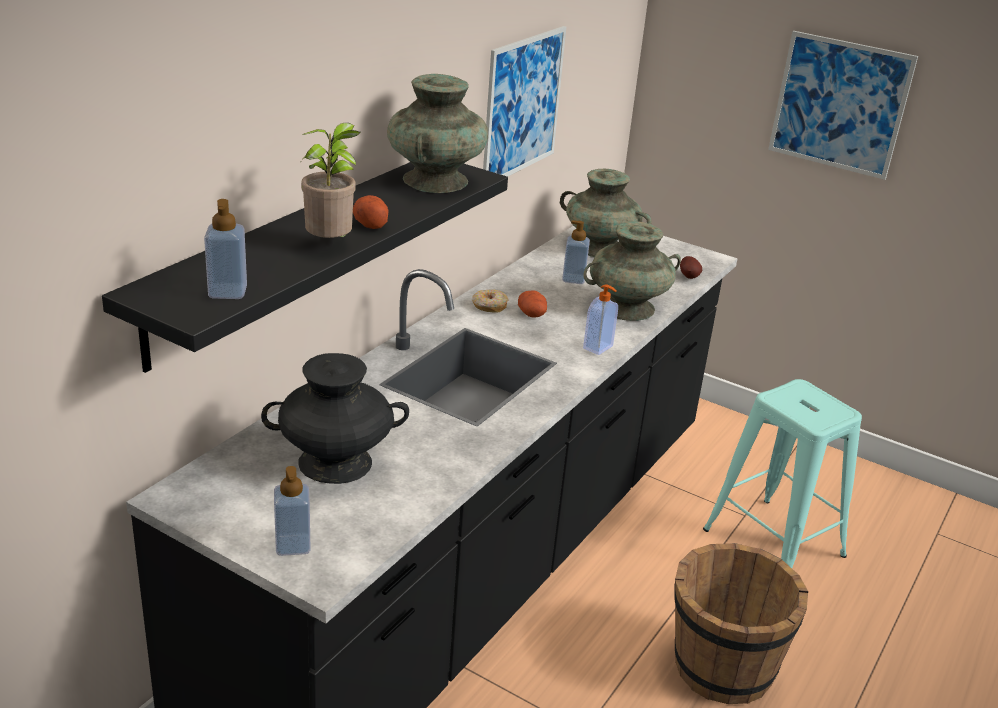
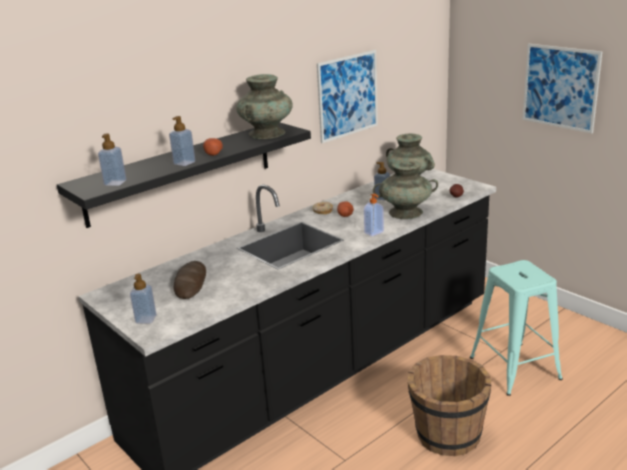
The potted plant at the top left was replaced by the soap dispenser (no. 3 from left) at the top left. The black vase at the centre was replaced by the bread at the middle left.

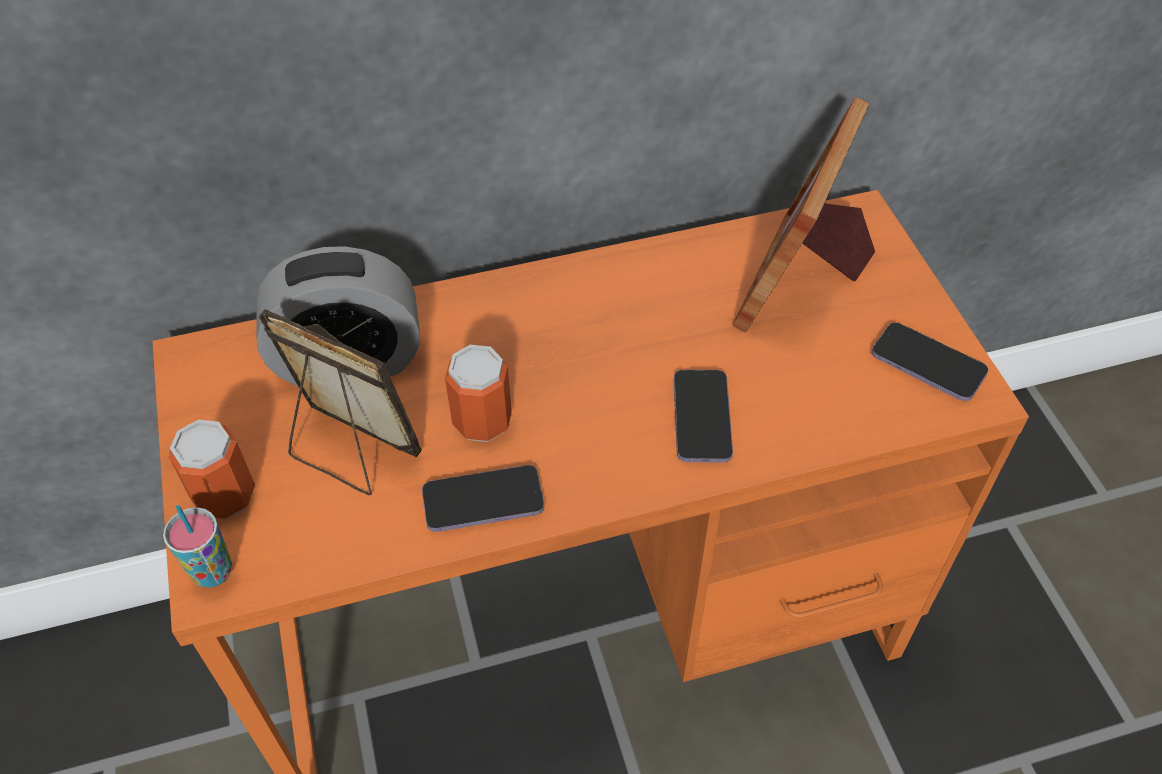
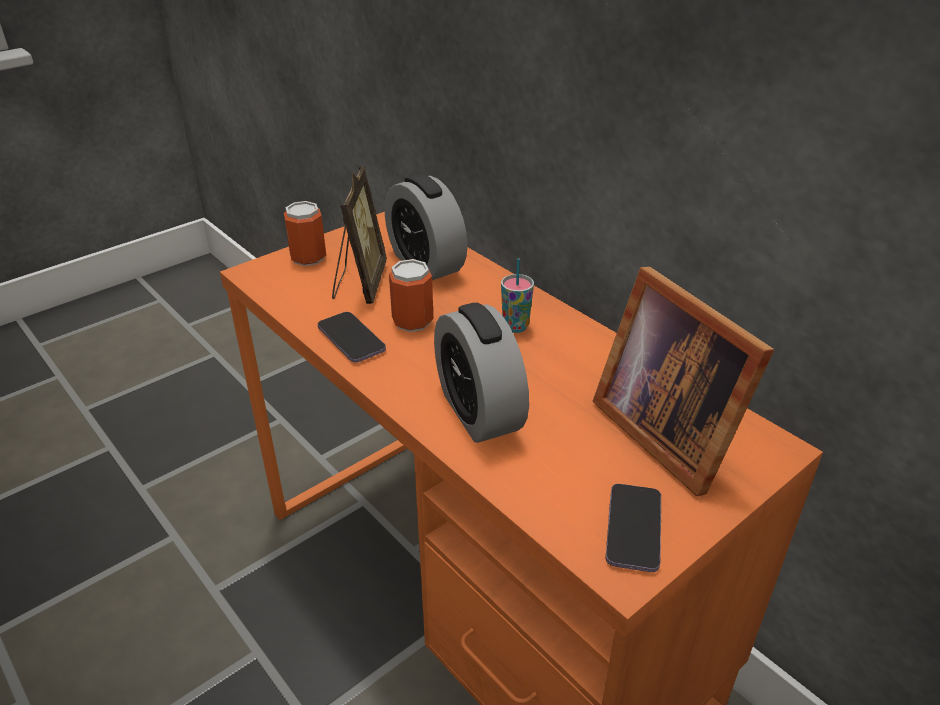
The picture frame (no. 2 from left) at the top right turned 120 degrees counterclockwise. The phone (no. 2 from left) at the centre was replaced by the alarm clock (no. 2 from left) at the centre. The cup moved from the bottom left to the centre.

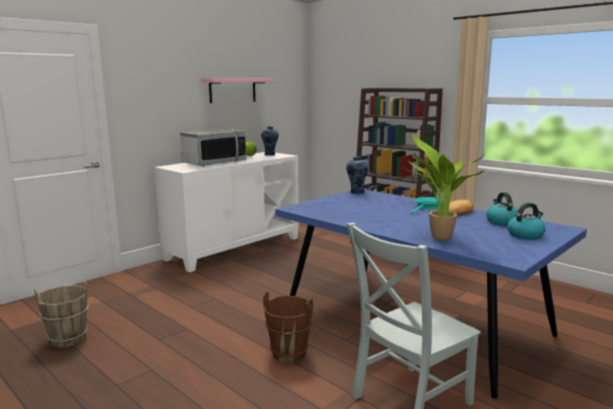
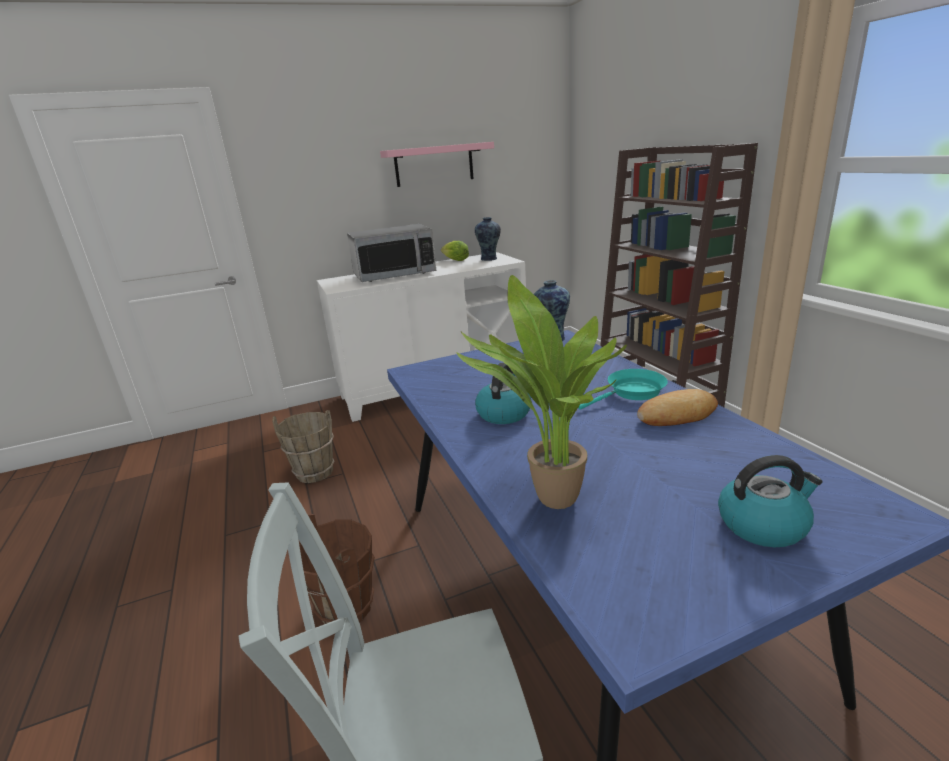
The kettle (no. 1 from left) moved from the middle right to the centre. The brown bucket (no. 1 from left) moved from the bottom left to the middle left.

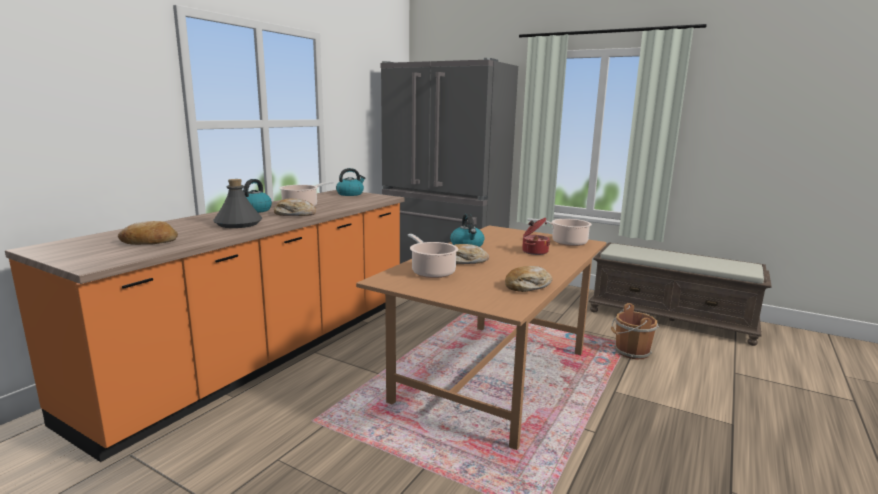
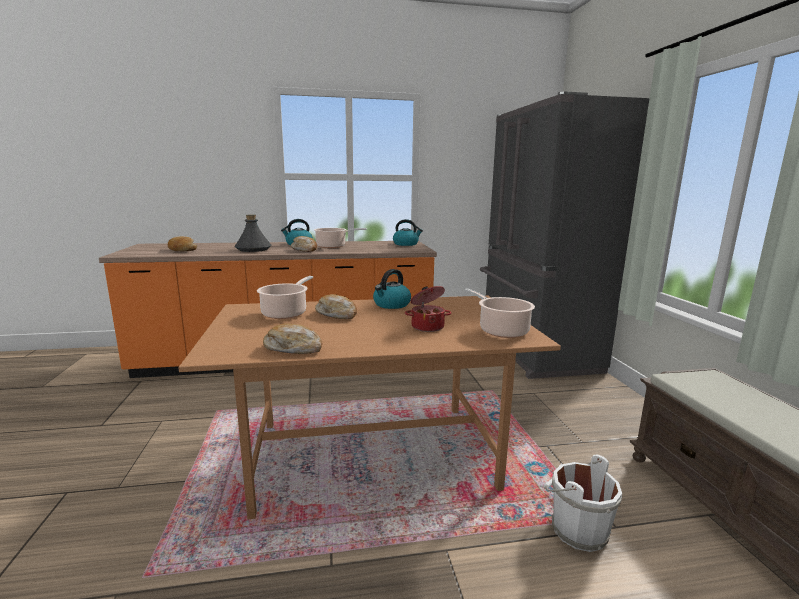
The brown bucket at the bottom right became the white bucket at the bottom right.

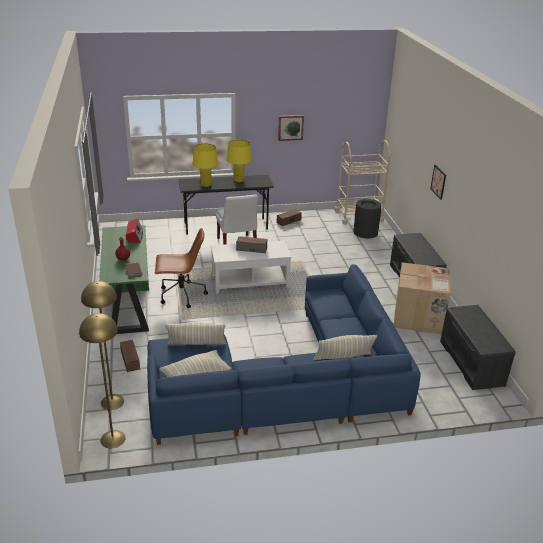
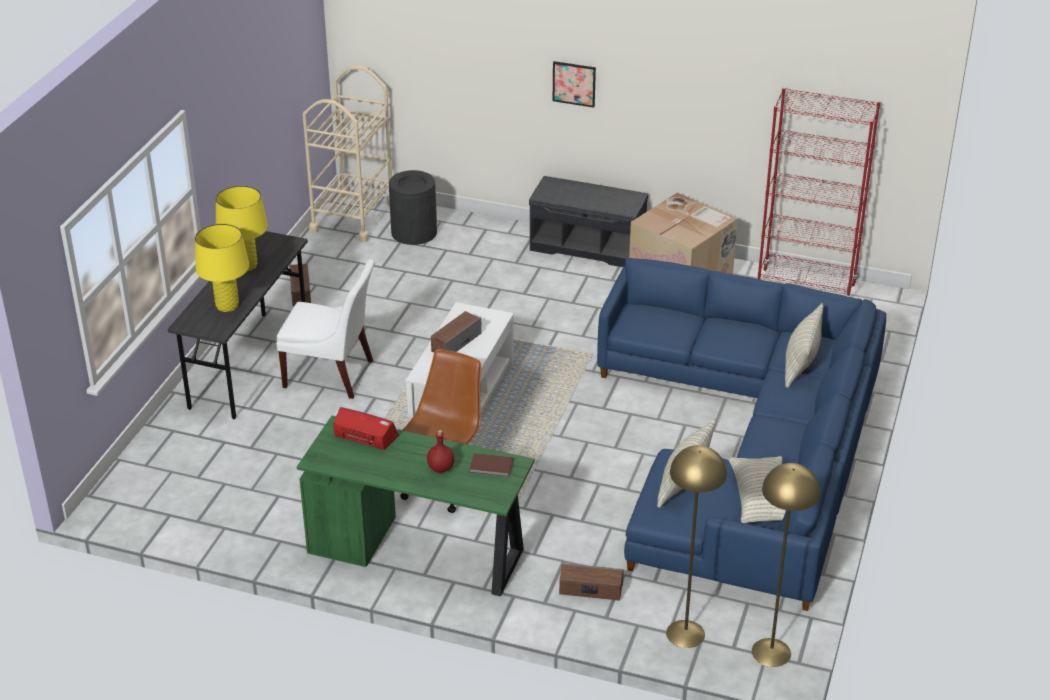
The picture (no. 1 from left) at the top centre disappeared. The grey bench (no. 2 from left) at the middle right was replaced by the red bookcase at the top right.

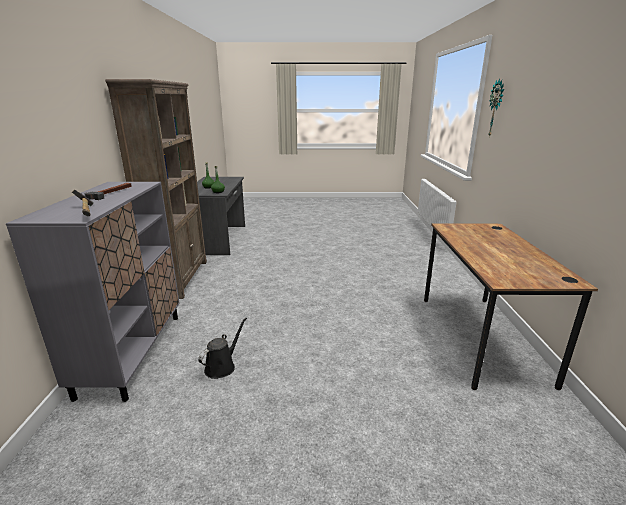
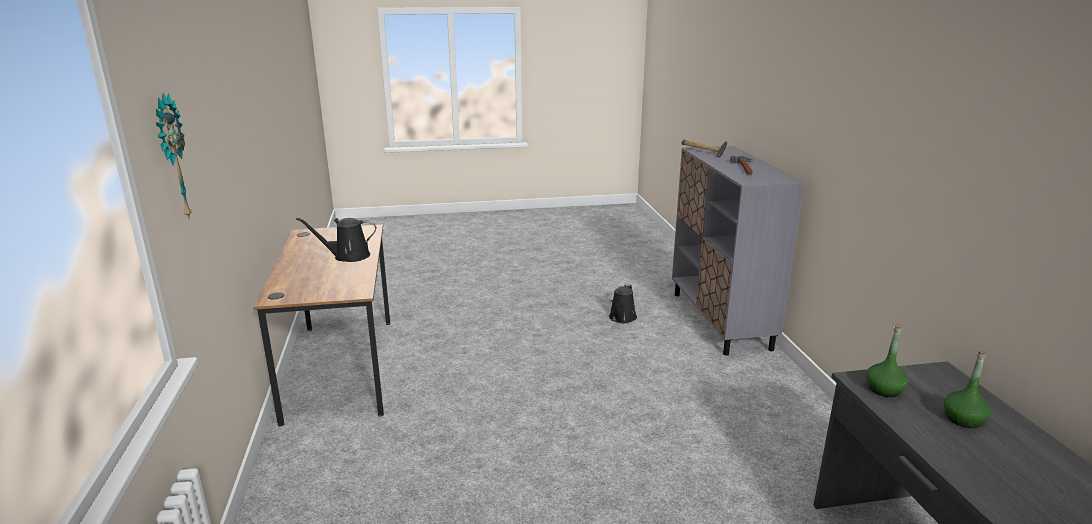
The brown bookcase at the middle left disappeared. The black watering can (no. 1 from left) at the middle left appeared.

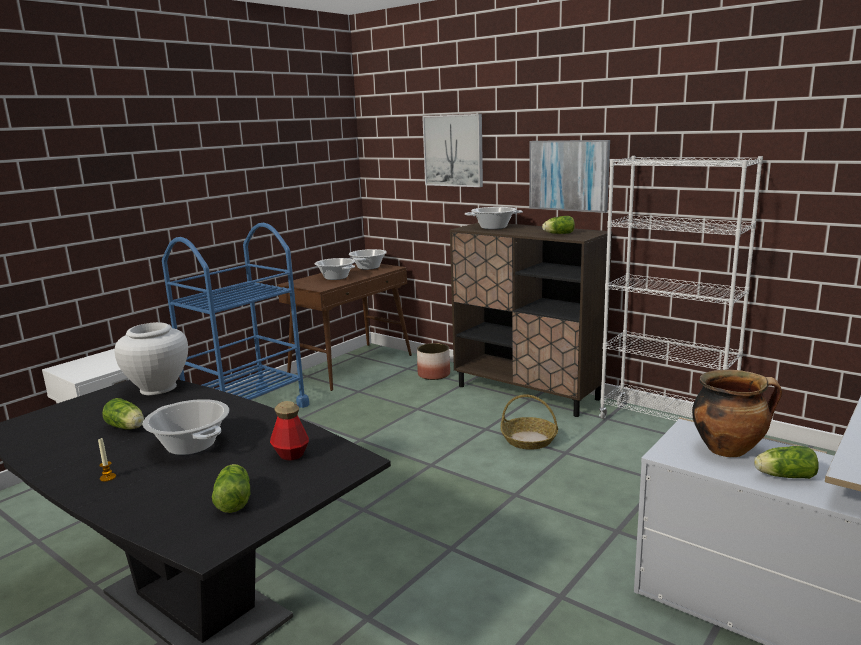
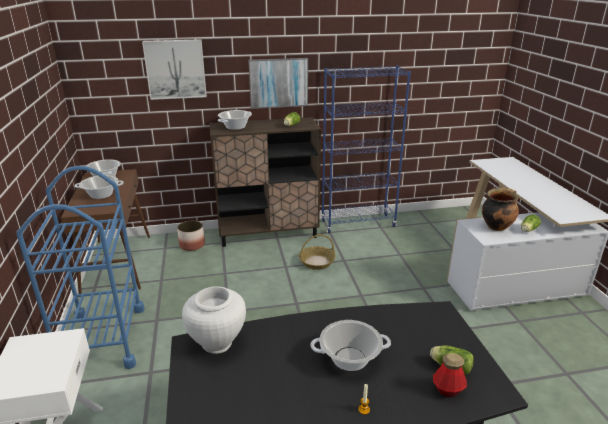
The white bookcase at the middle right became the blue bookcase at the centre. The lettuce (no. 1 from left) at the middle left disappeared. The bottle moved from the bottom centre to the bottom right.

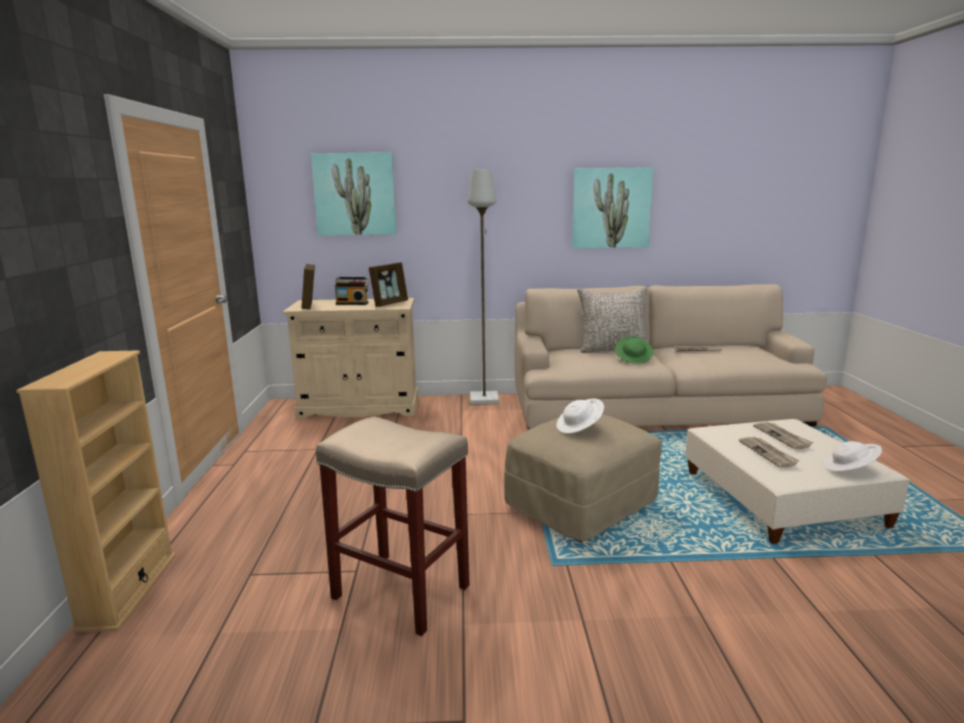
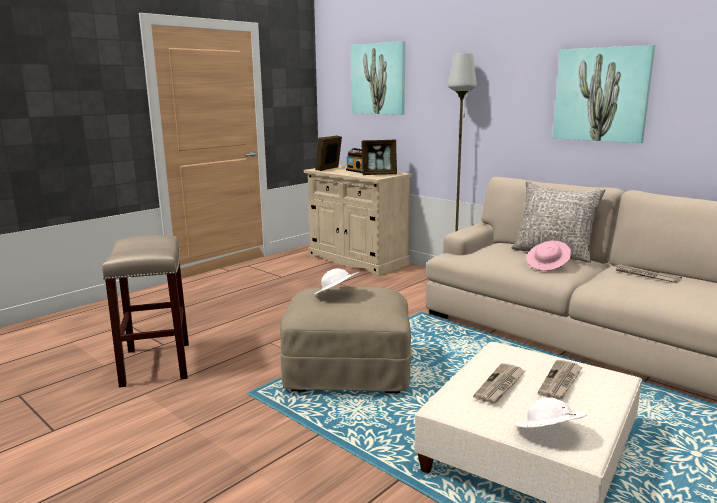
The green hat at the centre became the pink hat at the middle right. The beige bookcase at the bottom left disappeared.

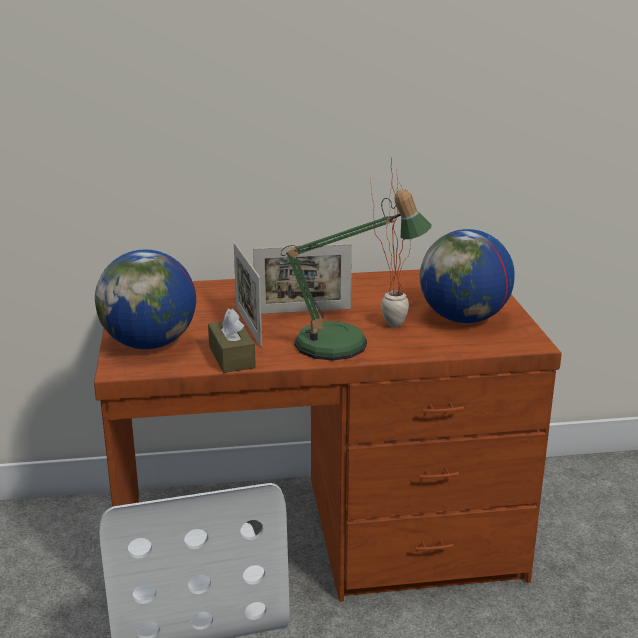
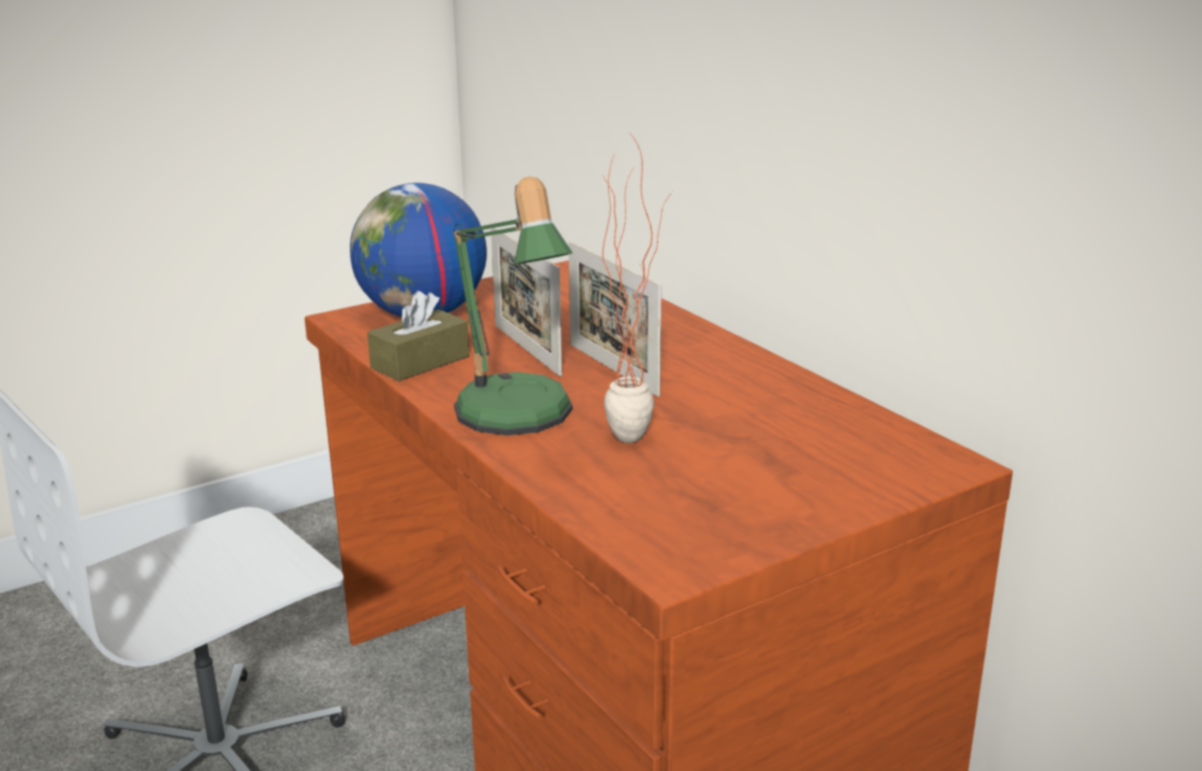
The globe (no. 2 from left) at the middle right disappeared. The picture frame (no. 1 from left) at the centre turned 75 degrees counterclockwise.

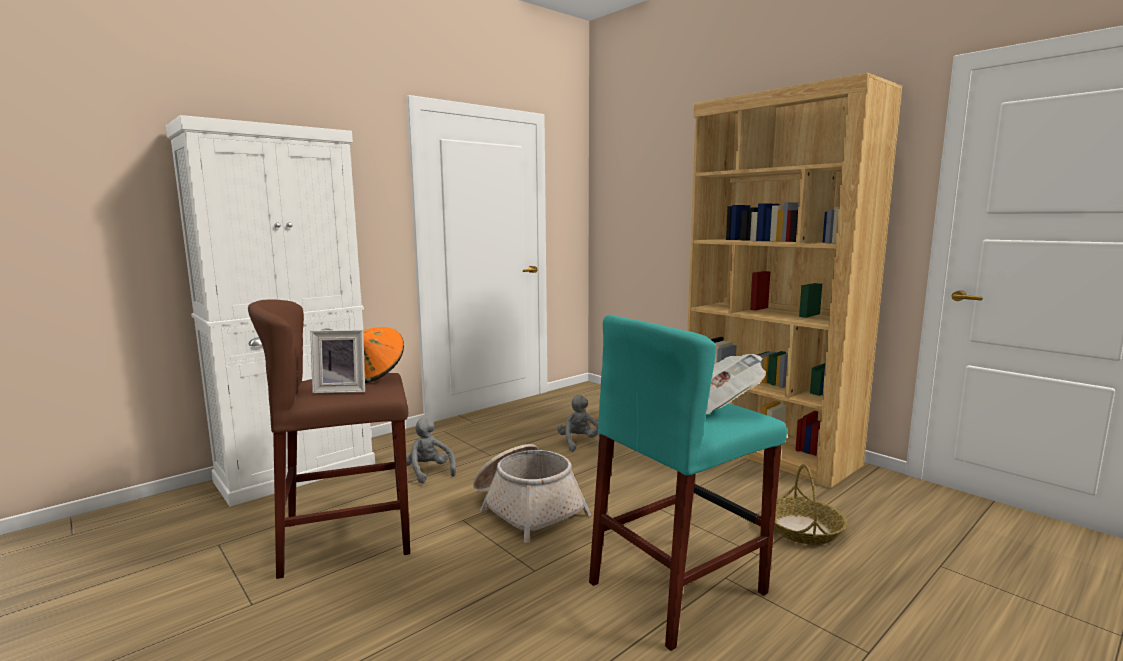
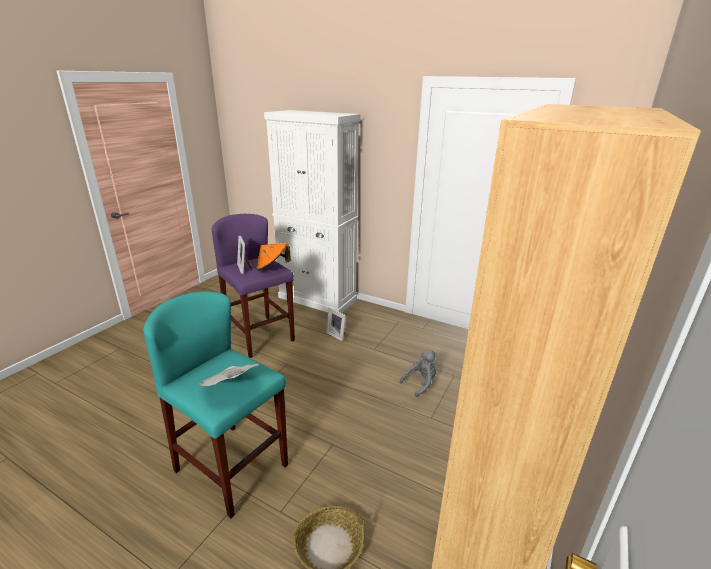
The brown stool at the middle left became the purple stool at the centre. The grey plush toy (no. 1 from left) at the bottom centre was replaced by the picture frame (no. 2 from left) at the centre. The basket (no. 1 from left) at the bottom centre disappeared.

